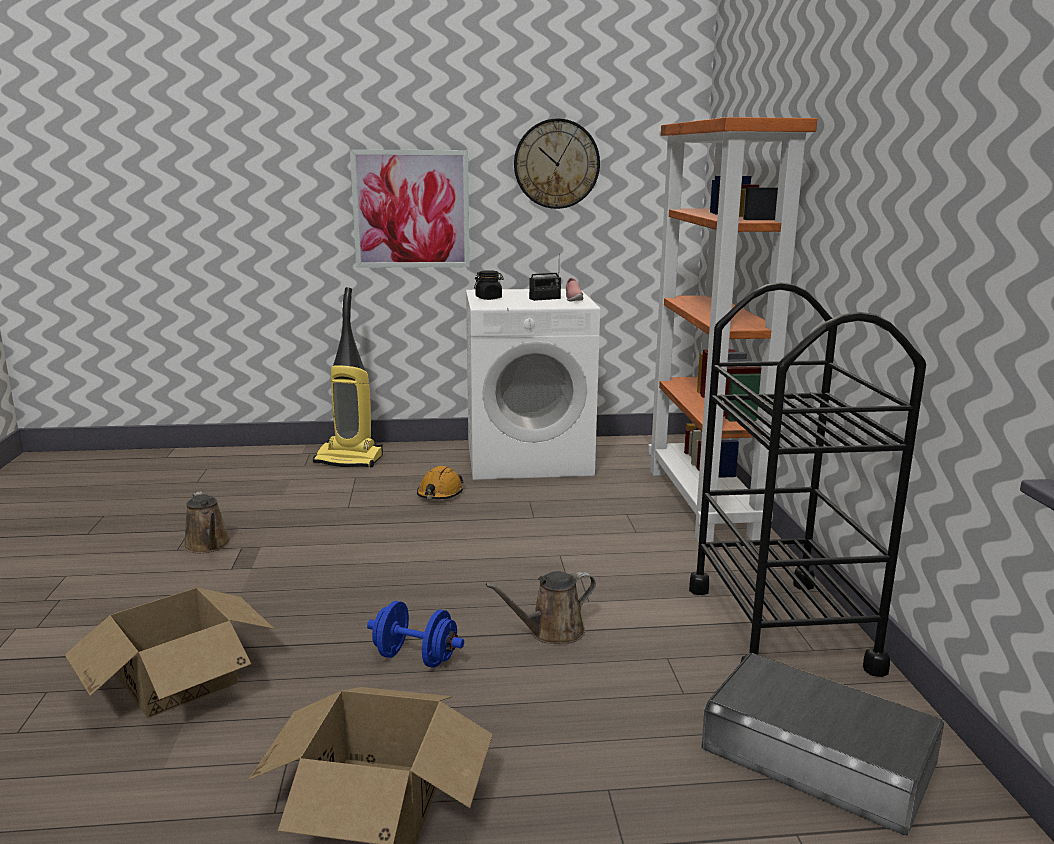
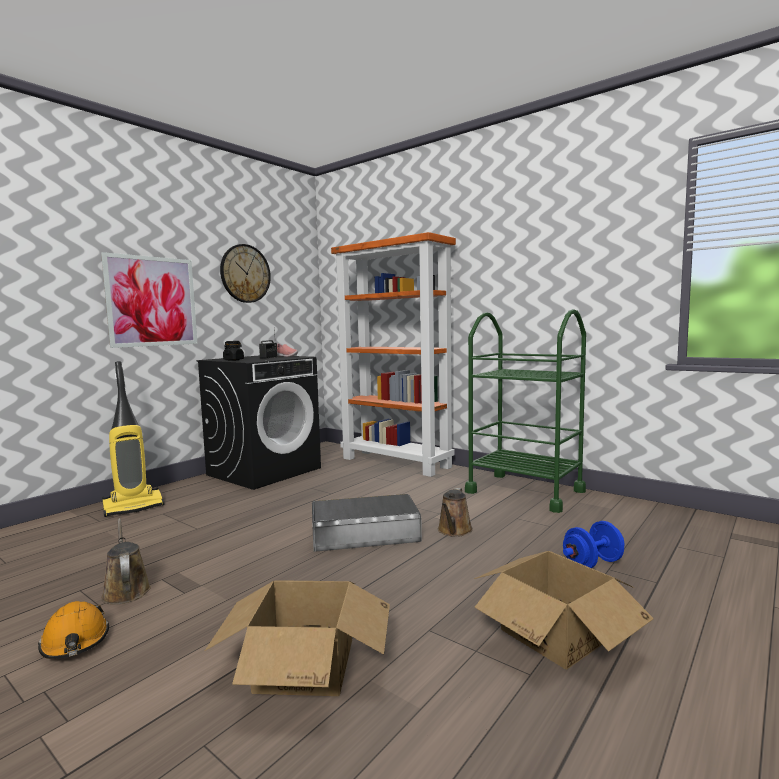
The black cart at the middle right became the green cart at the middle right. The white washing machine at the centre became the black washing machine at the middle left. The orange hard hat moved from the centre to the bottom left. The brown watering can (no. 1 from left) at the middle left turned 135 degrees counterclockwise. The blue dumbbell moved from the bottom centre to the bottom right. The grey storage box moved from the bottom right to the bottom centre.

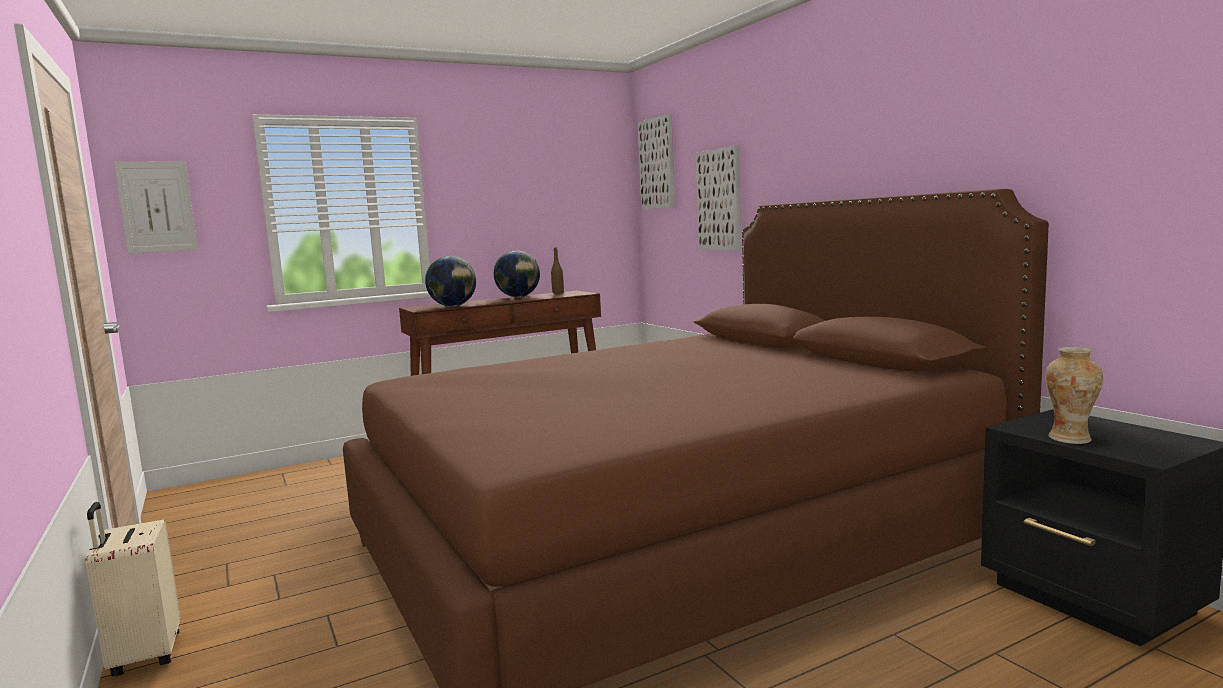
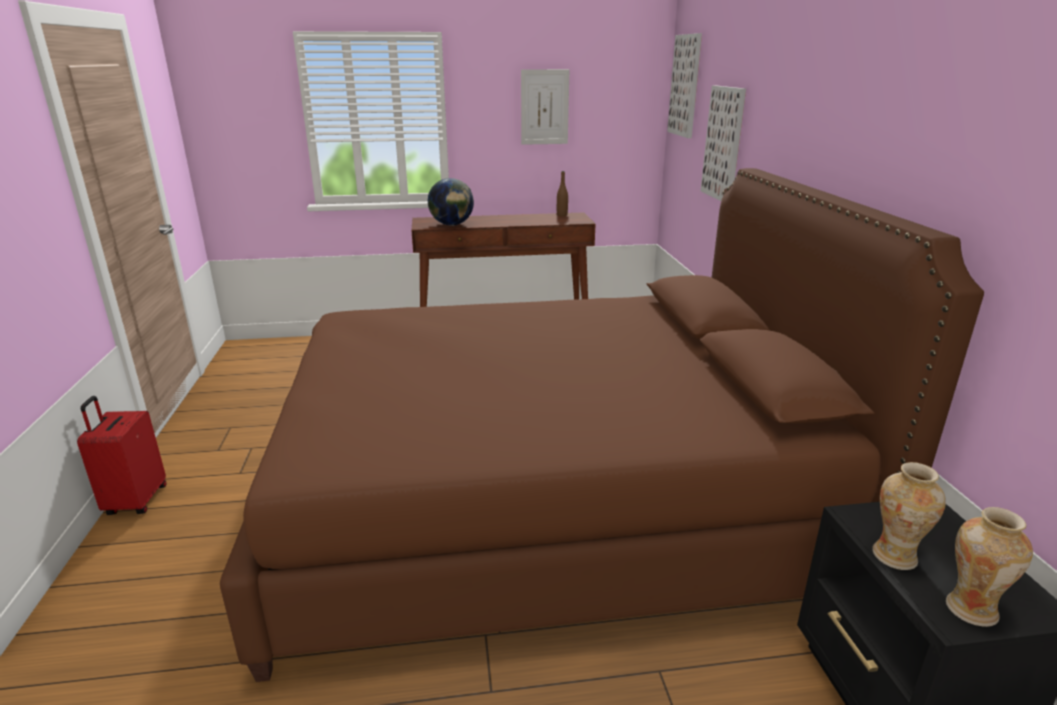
The picture (no. 1 from left) moved from the top left to the top centre. The globe (no. 2 from left) at the centre disappeared. The beige suitcase at the bottom left became the red suitcase at the middle left. The vase (no. 2 from left) at the bottom right appeared.

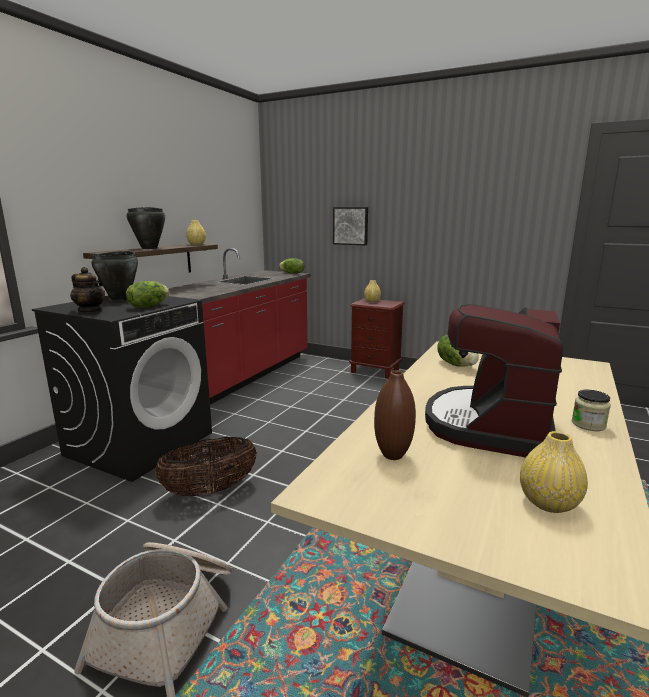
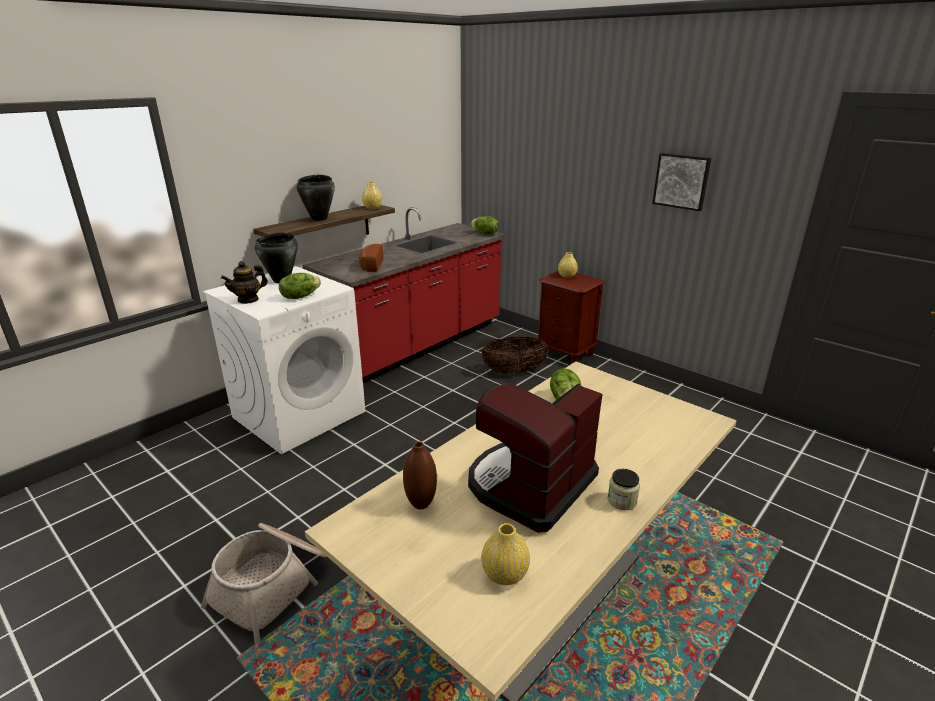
The picture moved from the top centre to the top right. The teapot at the middle left turned 90 degrees clockwise. The black washing machine at the middle left became the white washing machine at the middle left. The basket (no. 2 from left) moved from the bottom left to the centre. The bread at the centre appeared.

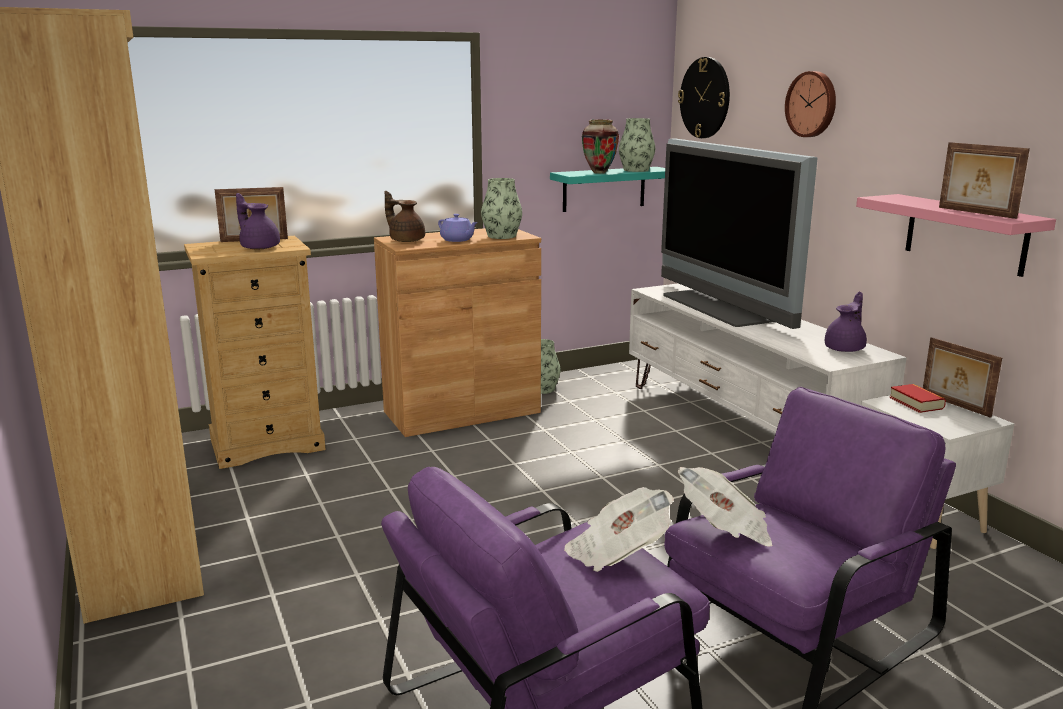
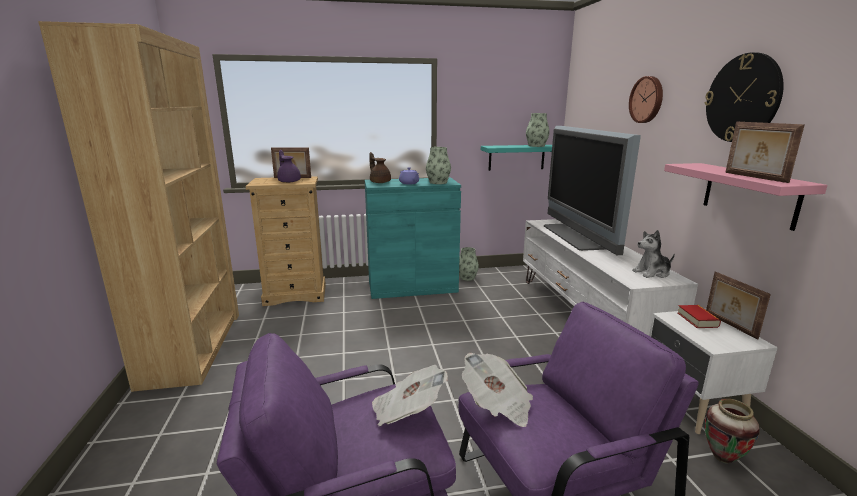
The wall clock (no. 1 from left in the first image) moved from the top centre to the top right. The vase (no. 3 from left in the first image) moved from the top centre to the bottom right. The brown cabinet at the centre became the turquoise cabinet at the centre. The purple teapot (no. 3 from left) at the middle right was replaced by the plush toy at the middle right.

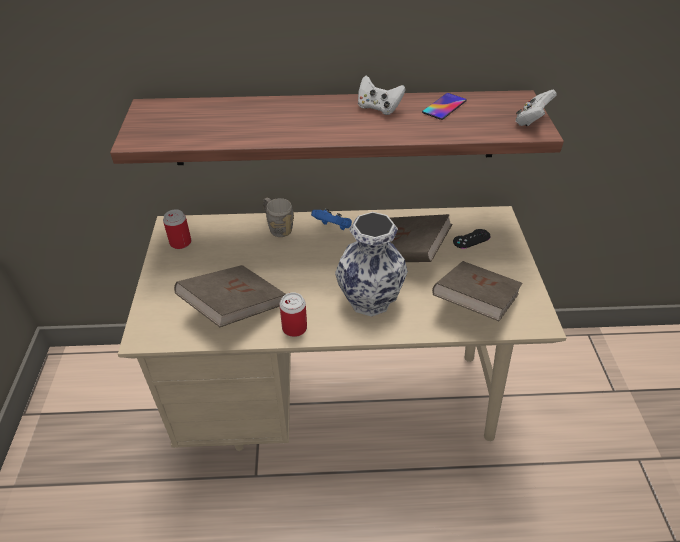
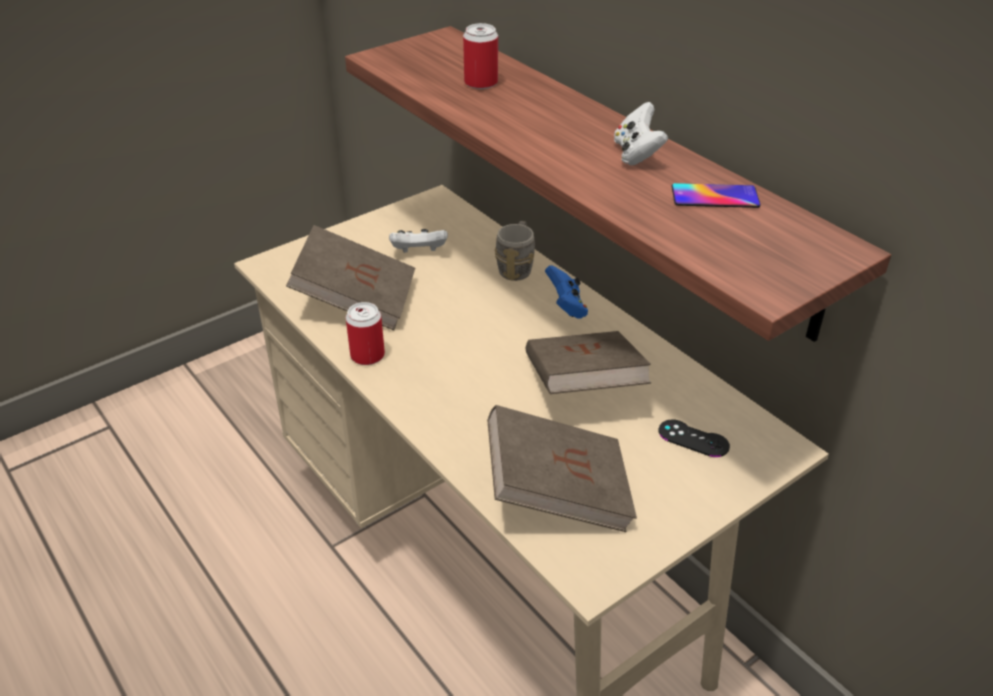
The white game controller (no. 2 from left in the first image) moved from the top right to the centre. The can (no. 1 from left in the first image) moved from the middle left to the top centre. The vase at the centre disappeared.

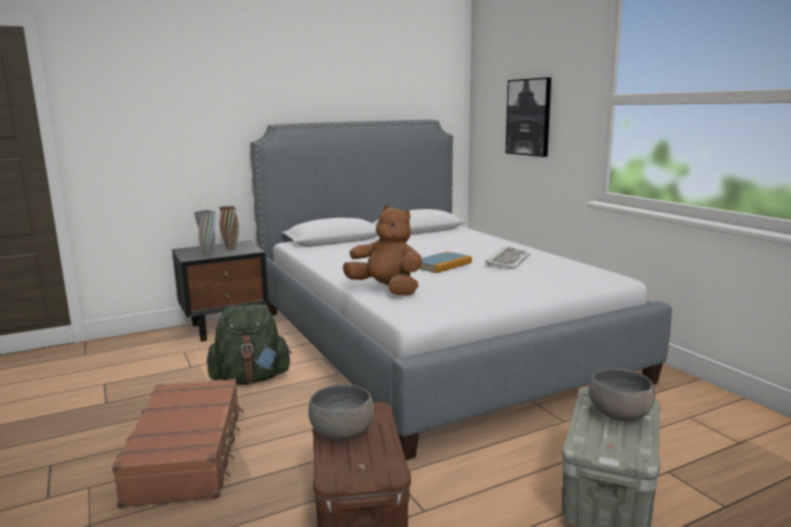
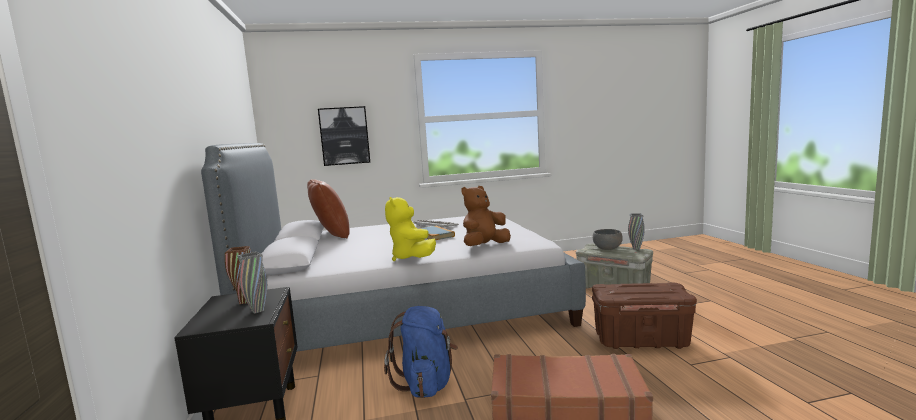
The green backpack at the middle left became the blue backpack at the bottom centre. The grey bowl (no. 1 from left) at the bottom centre disappeared. The brown pillow at the centre appeared. The yellow plush toy at the centre appeared. The grey vase (no. 2 from left) at the middle right appeared.

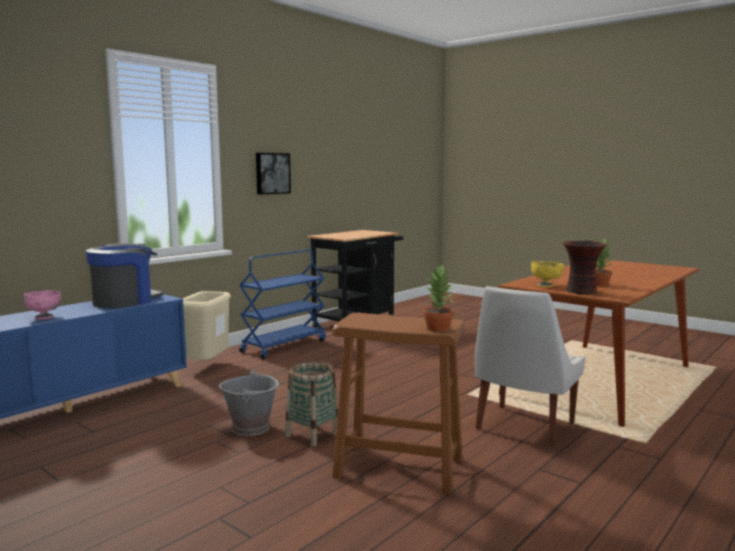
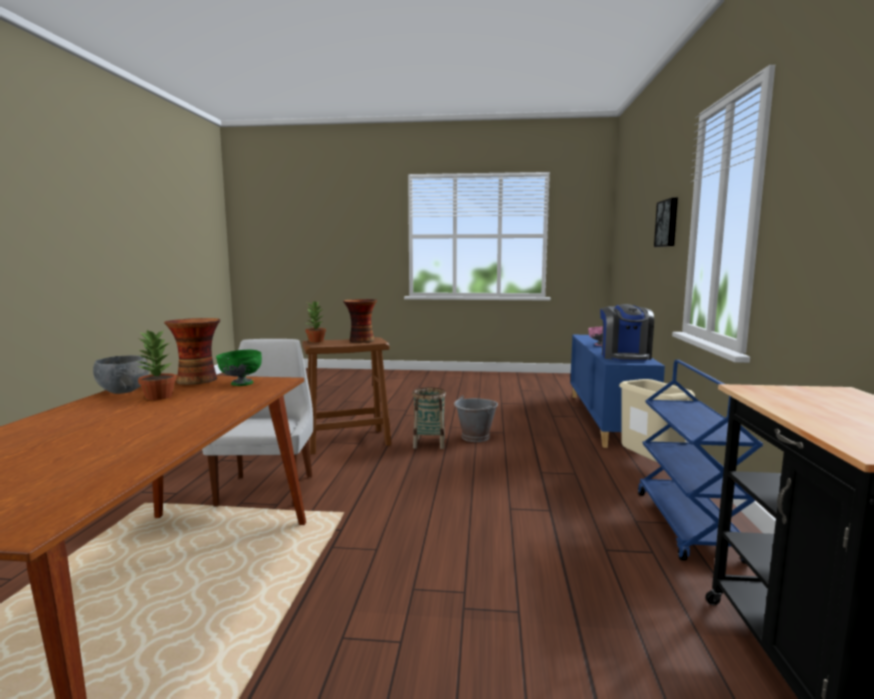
The picture moved from the top centre to the top right. The yellow bowl at the middle right became the green bowl at the middle left. The vase (no. 2 from left) at the centre appeared. The grey bowl at the middle left appeared.

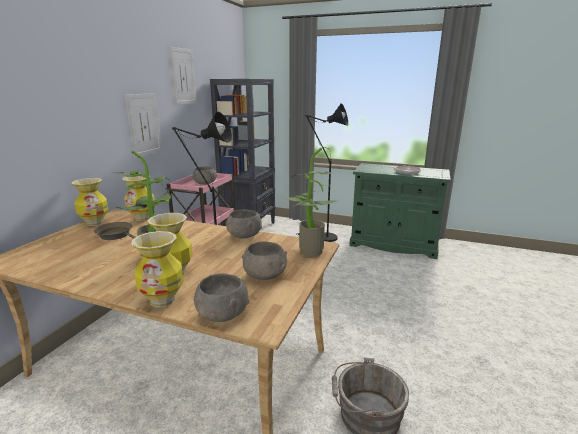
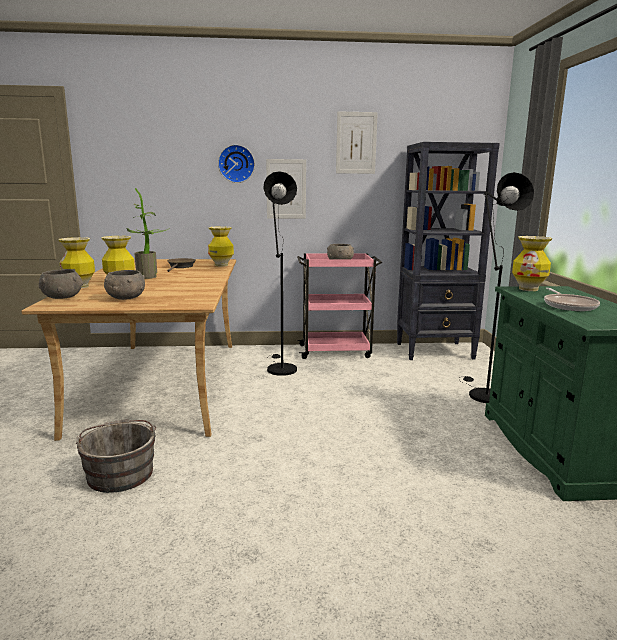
The potted plant (no. 2 from left) at the centre disappeared. The vase (no. 1 from left in the first image) moved from the middle left to the middle right. The grey bowl (no. 3 from left) at the centre disappeared. The wall clock at the top centre appeared.

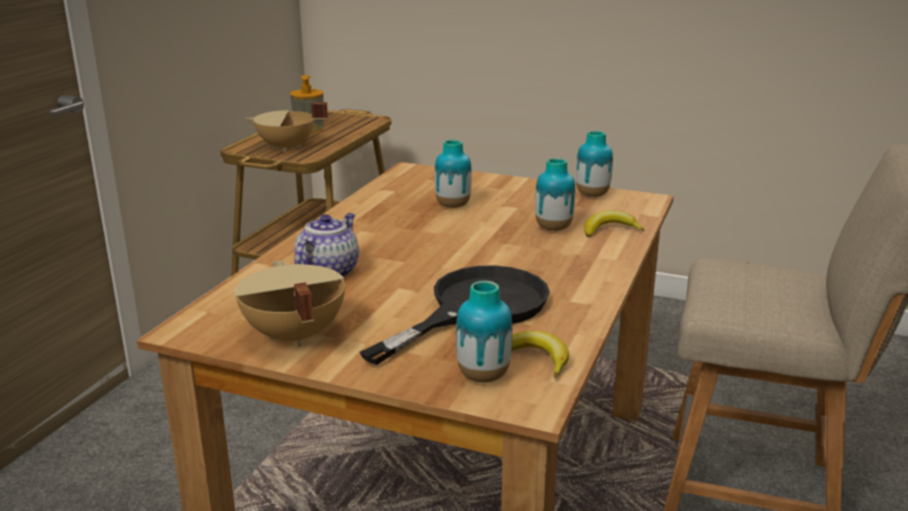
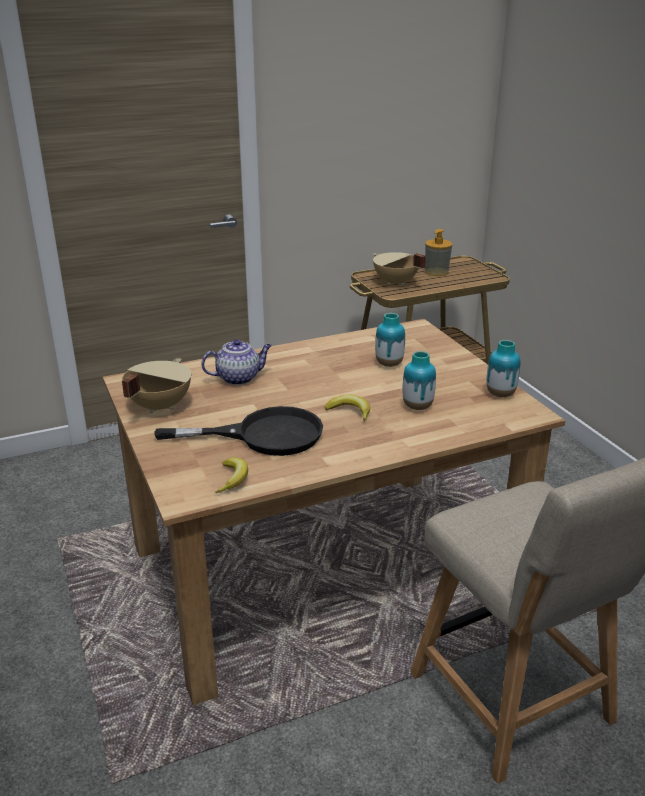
The banana (no. 2 from left) moved from the middle right to the centre. The vase (no. 2 from left) at the centre disappeared.

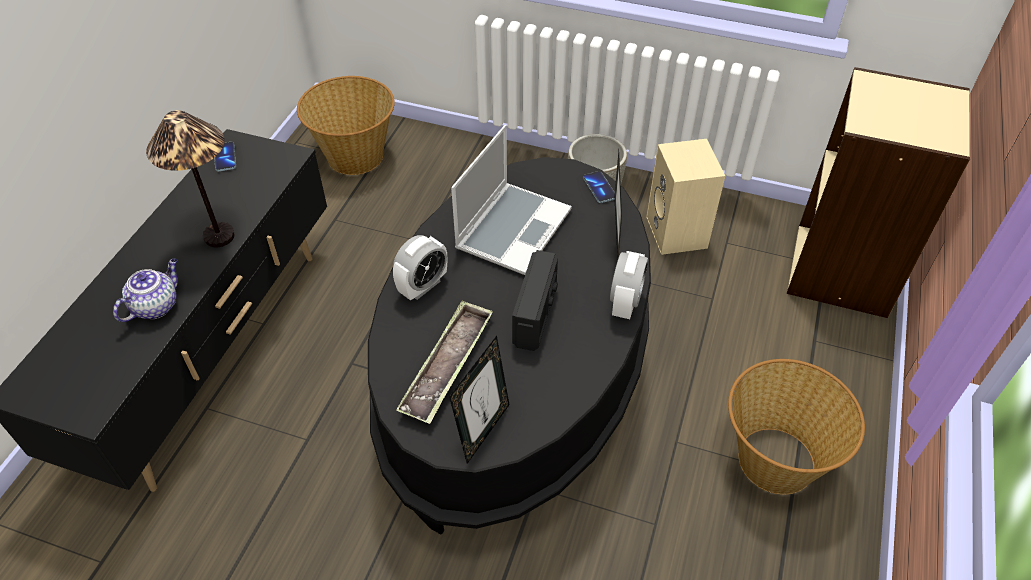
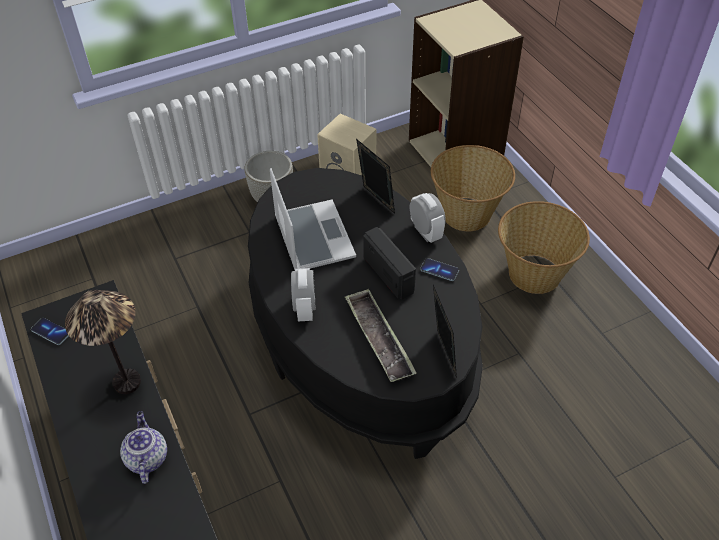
The basket (no. 1 from left) moved from the top centre to the centre. The phone (no. 2 from left) moved from the top centre to the centre.

